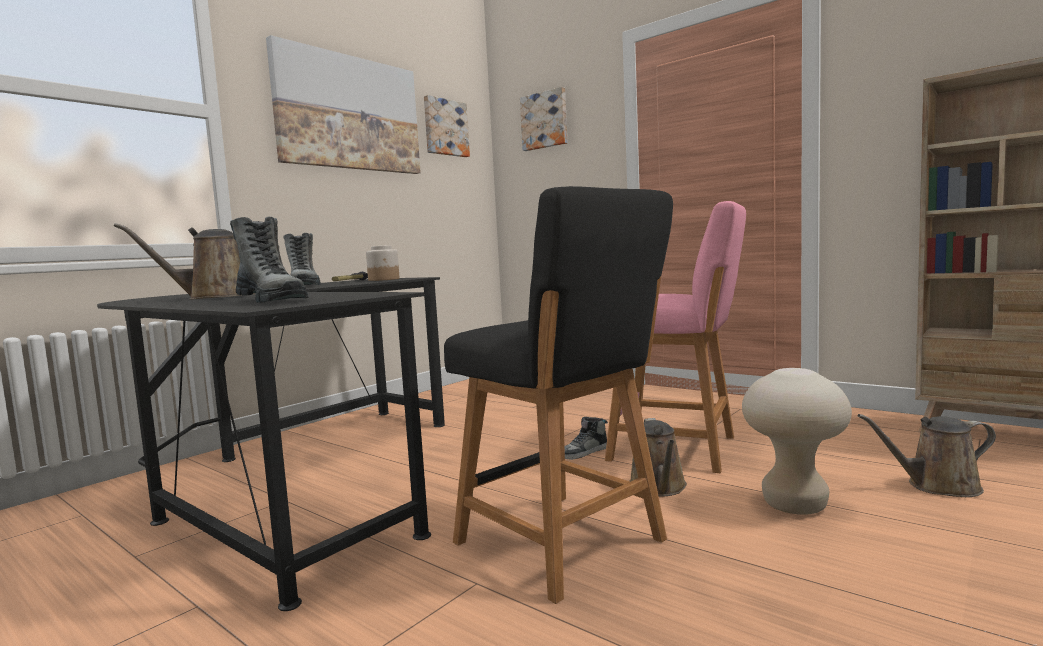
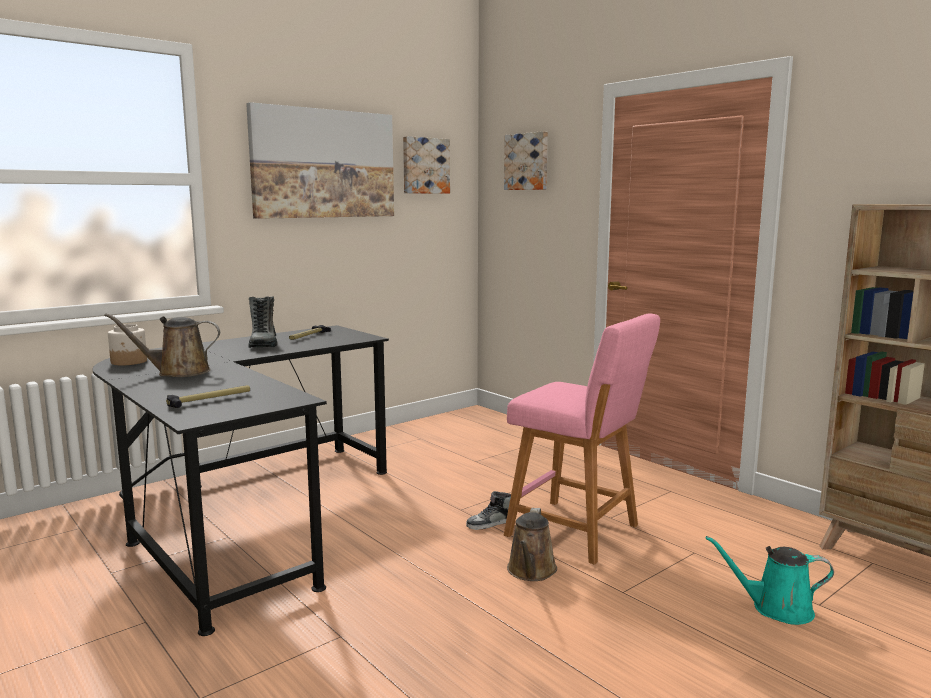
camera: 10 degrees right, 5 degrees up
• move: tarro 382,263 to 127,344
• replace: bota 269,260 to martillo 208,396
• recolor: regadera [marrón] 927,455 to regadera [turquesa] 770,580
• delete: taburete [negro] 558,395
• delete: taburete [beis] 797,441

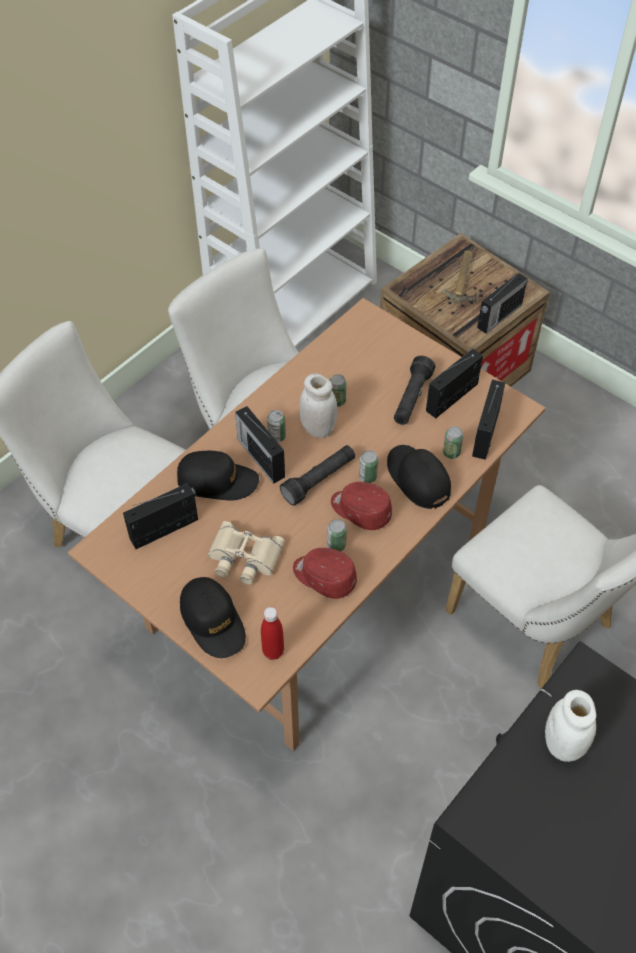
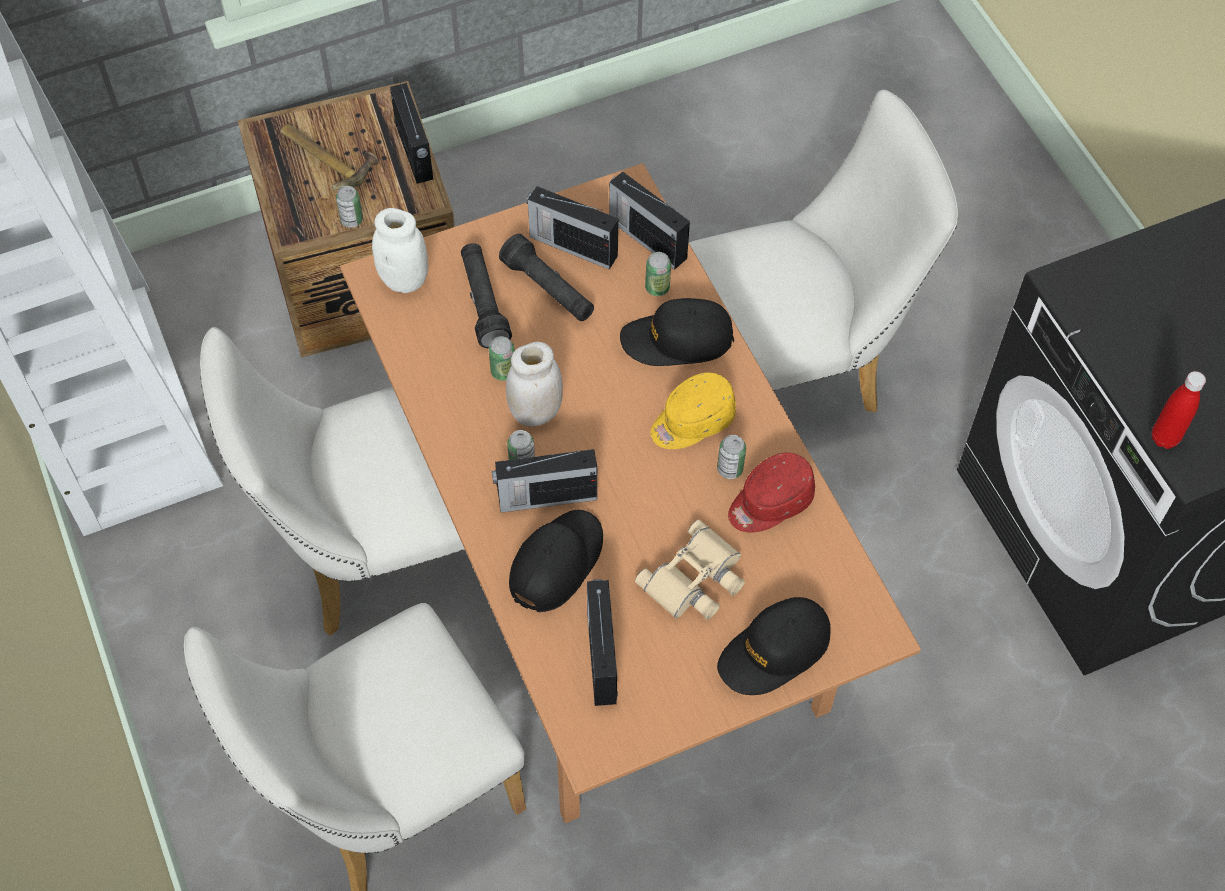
camera: 65 degrees left, 5 degrees up
• move: lata 368,466 to 349,207
• move: tarro [blanco] 570,726 to 400,250
• move: linterna [negro] 317,475 to 486,295
• rotate: radio 454,383 = 572,228 45 degrees counterclockwise
• recolor: gorra [rojo] 361,506 to gorra [amarillo] 693,410
• rotate: gorra [negro] 213,617 = 774,646 150 degrees clockwise
• move: botella [rojo] 272,633 to 1179,410

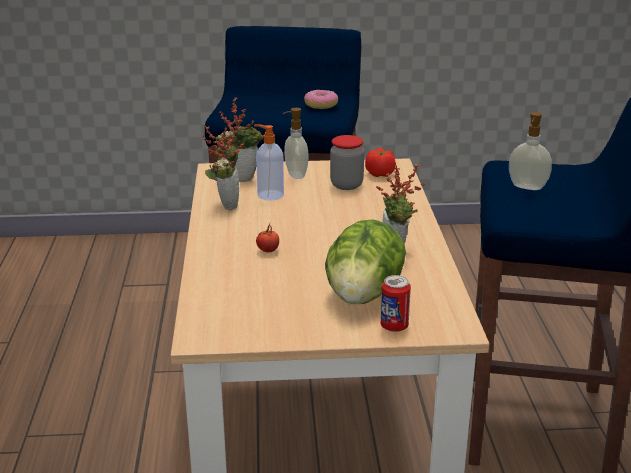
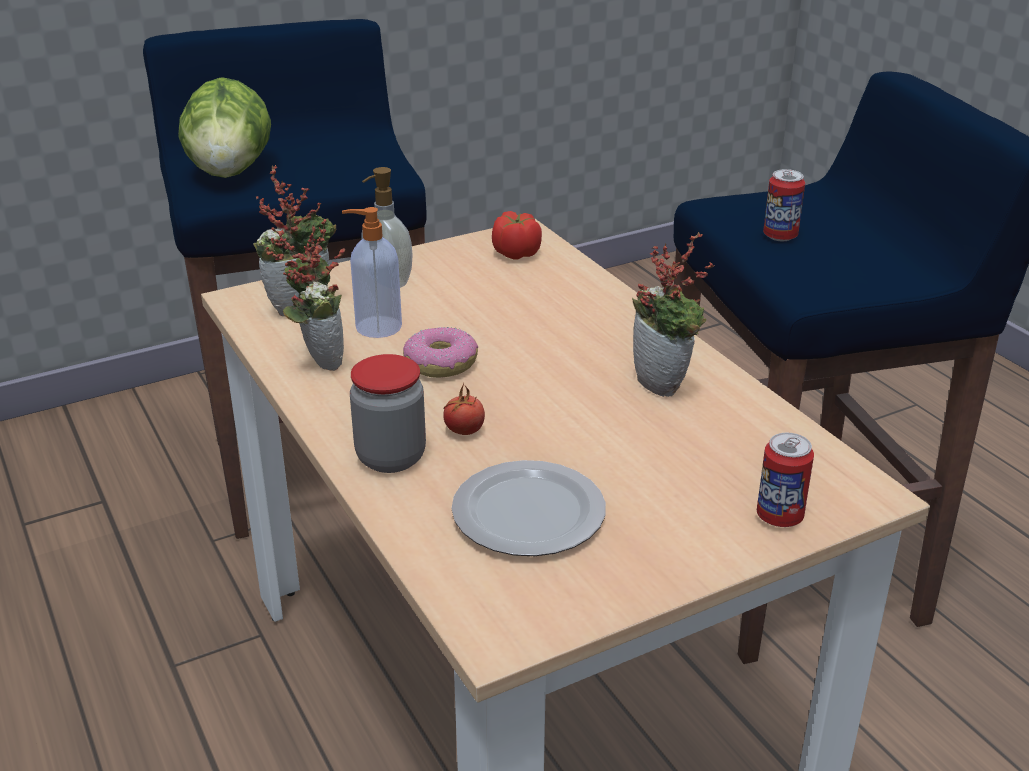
camera: 25 degrees left, 5 degrees up
• move: lechuga 365,261 to 224,127
• move: tarro 347,162 to 388,413
• move: rosquilla 321,99 to 440,352
• insert: plato 528,508
• replace: dispensador de jabón 530,151 to lata 784,205

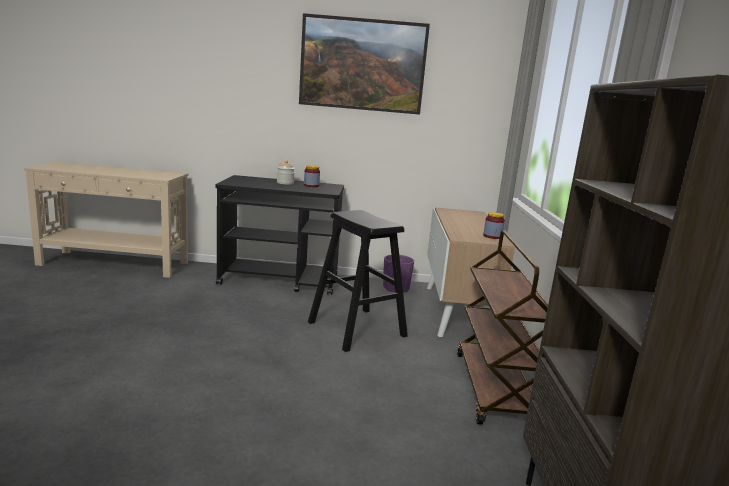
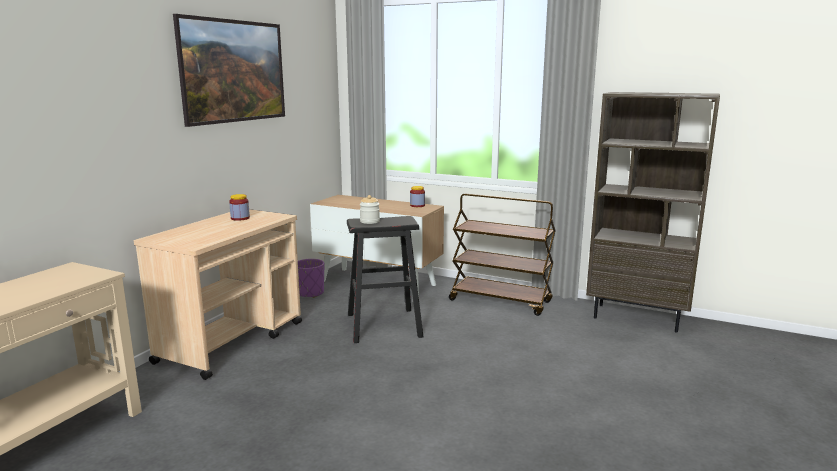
camera: 65 degrees left, 0 degrees up
• recolor: carrito [negro] 280,235 to carrito [beis] 218,294
• move: tarro 286,172 to 370,209

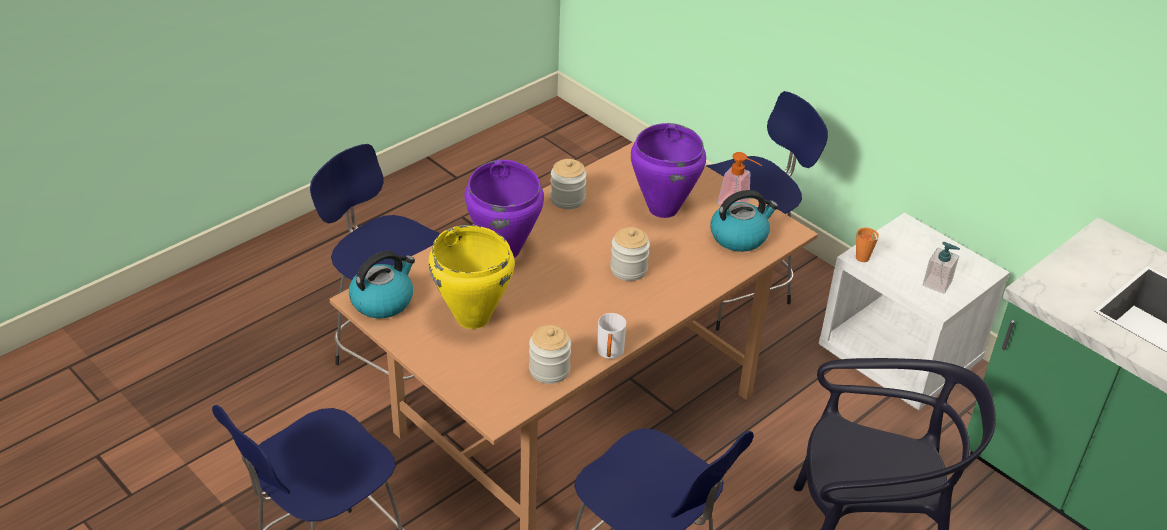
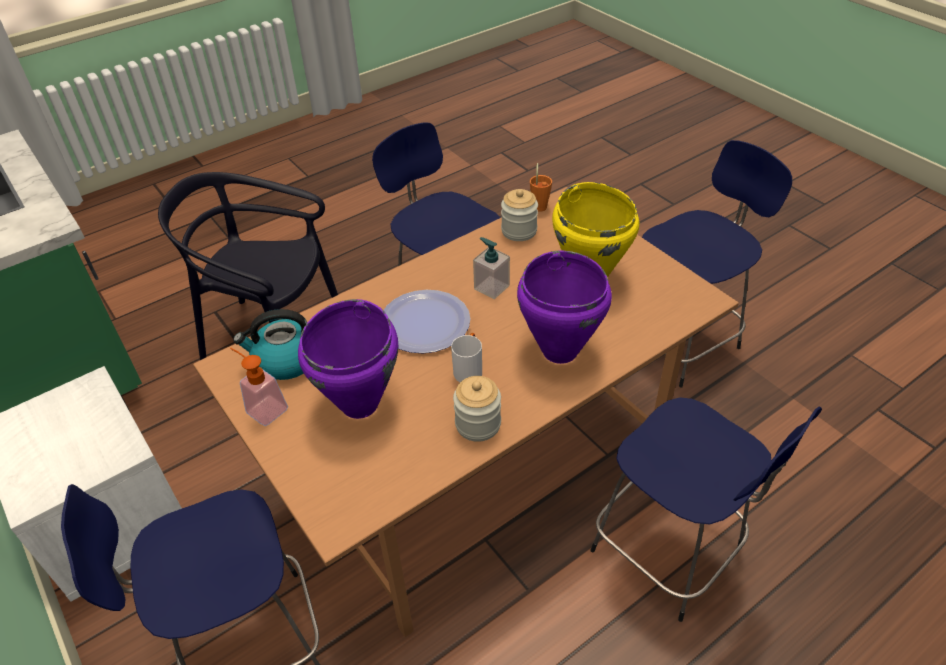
camera: 170 degrees left, 5 degrees up
• replace: tarro 630,254 to plato 426,321
• move: taza grande [blanco] 611,336 to 466,357
• move: dispensador de jabón 941,268 to 491,268
• move: taza [naranja] 867,244 to 541,187
• delete: hervidor 382,284

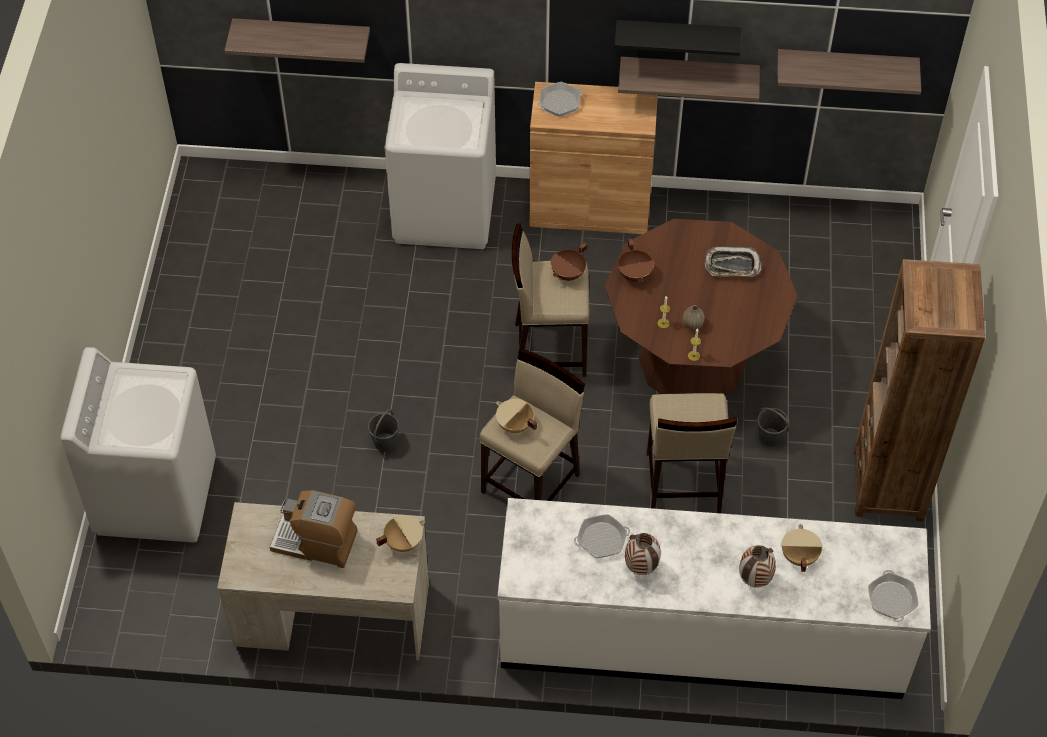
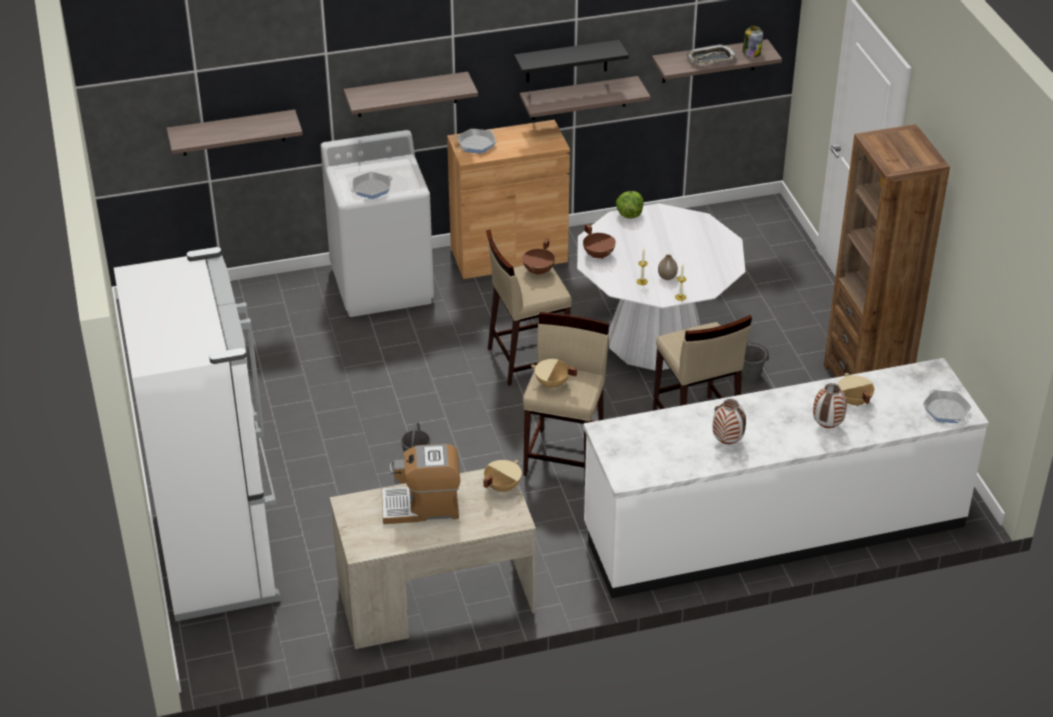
camera: 20 degrees left, 15 degrees down
• replace: lavadora [blanco] 138,445 to nevera [blanco] 197,434
• insert: estante 411,94
• move: sartén 602,536 to 371,185
• recolor: mesa de comedor [marrón] 701,307 to mesa de comedor [blanco] 661,286
• insert: lechuga 629,205
• move: bandeja 732,261 to 712,54
• insert: tarro 752,41

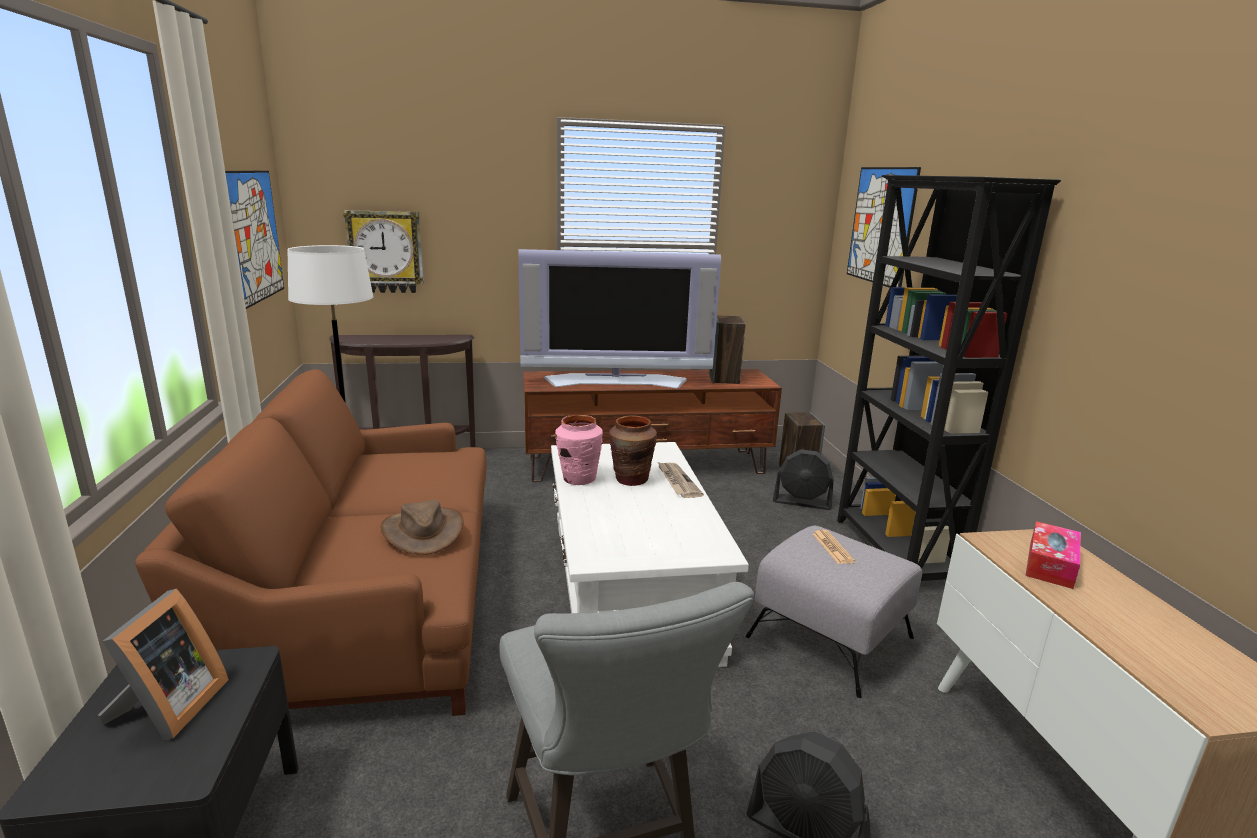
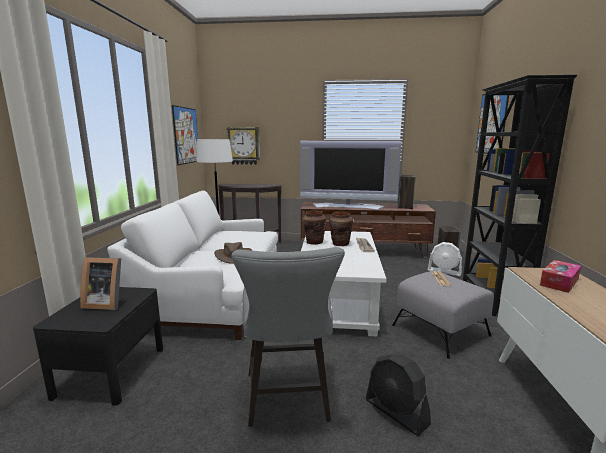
camera: 15 degrees right, 5 degrees down
• rotate: portarretratos 163,664 = 100,283 75 degrees clockwise
• recolor: sofá [marrón] 310,542 to sofá [blanco] 192,265
• recolor: florero [rosa] 579,450 to florero [marrón] 314,228
• recolor: ventilador [negro] 803,479 to ventilador [blanco] 445,259

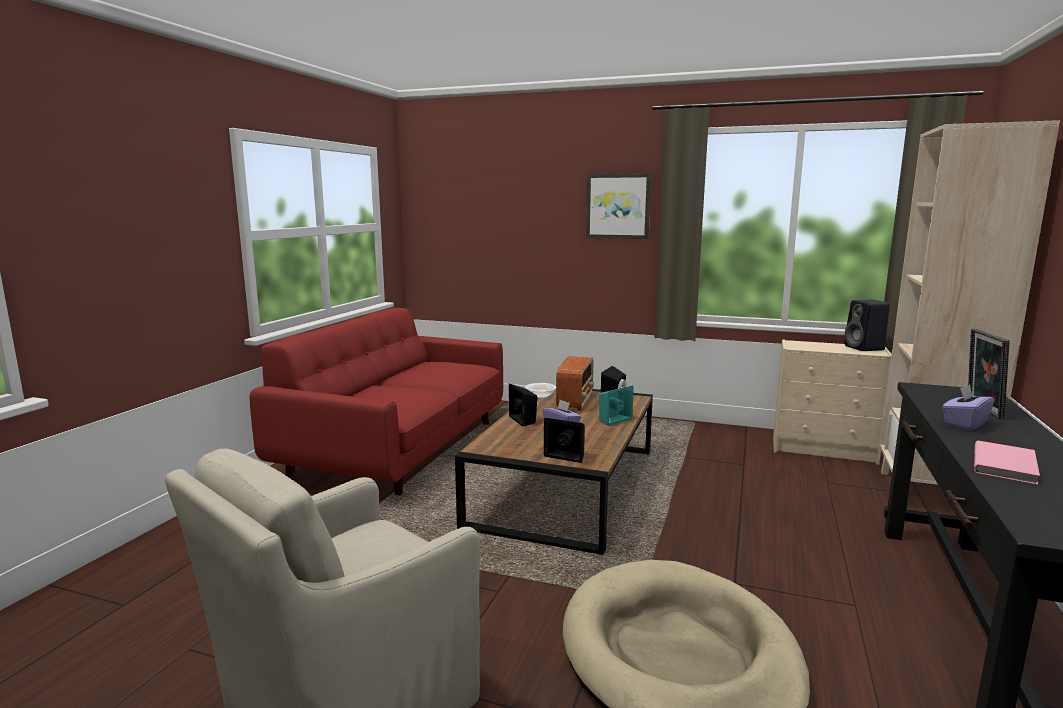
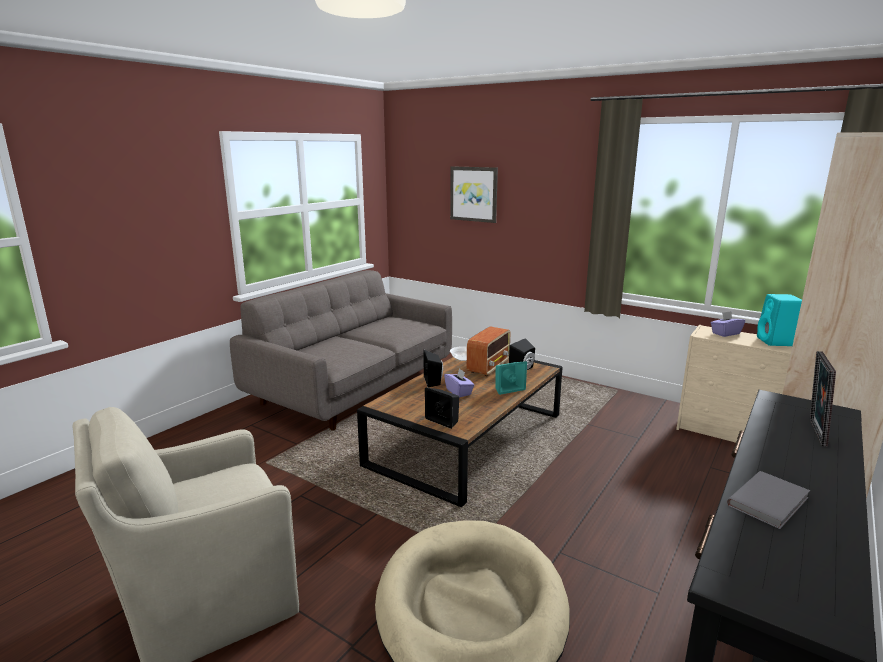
camera: 15 degrees right, 5 degrees up
• recolor: sofá [rojo] 376,402 to sofá [gris] 341,350
• move: cuadro 618,206 to 474,194
• move: caja de pañuelos [morado] 968,407 to 728,324
• recolor: libro [rosa] 1007,463 to libro [gris] 768,500
• recolor: altavoz [negro] 867,325 to altavoz [turquesa] 779,320

